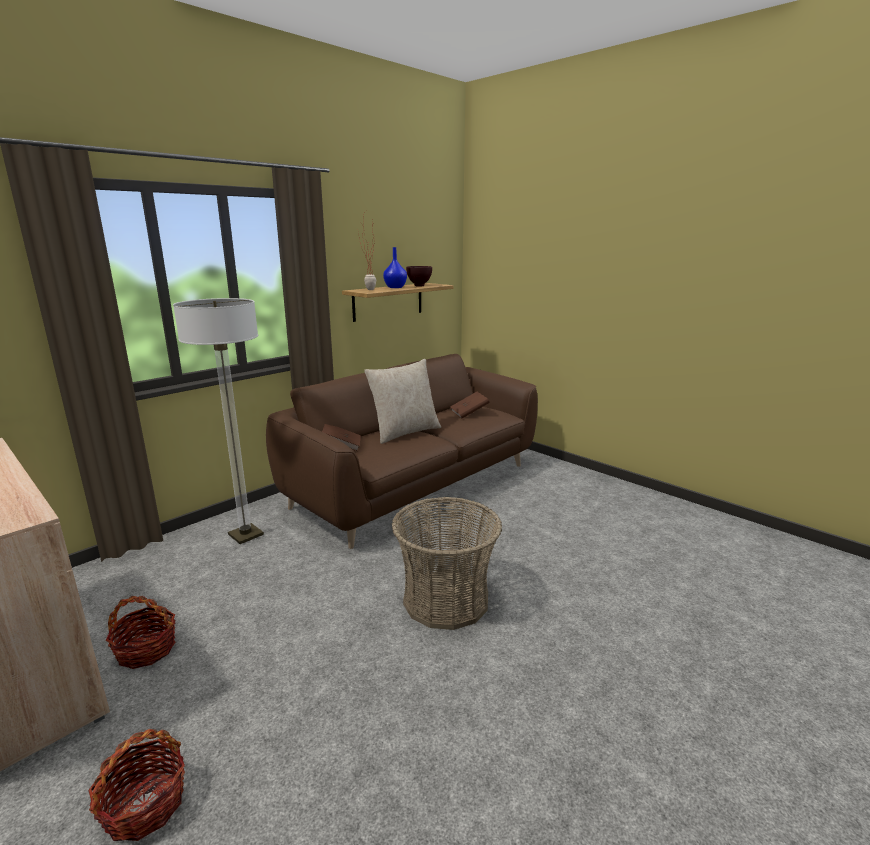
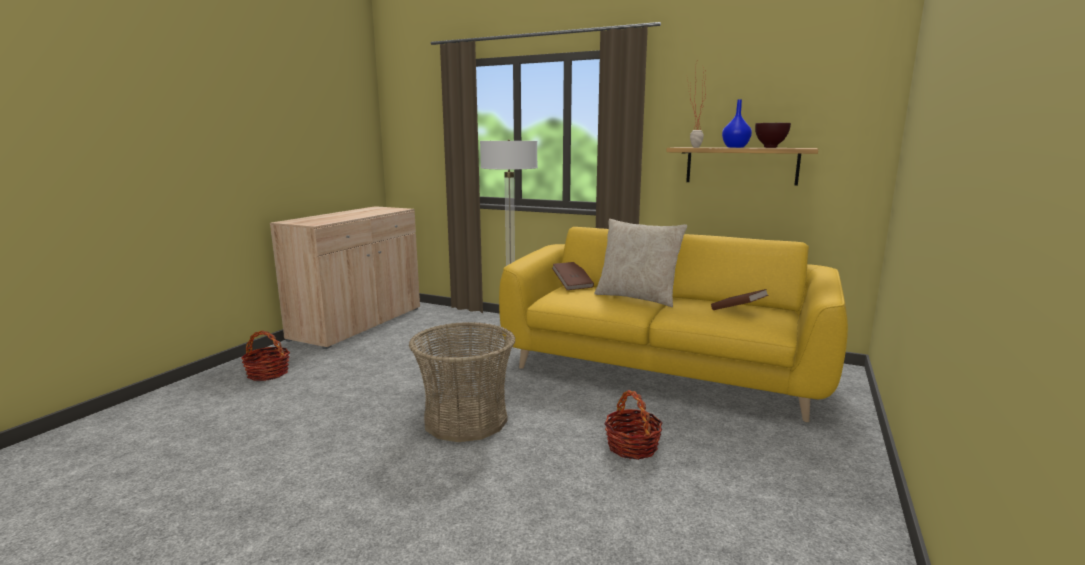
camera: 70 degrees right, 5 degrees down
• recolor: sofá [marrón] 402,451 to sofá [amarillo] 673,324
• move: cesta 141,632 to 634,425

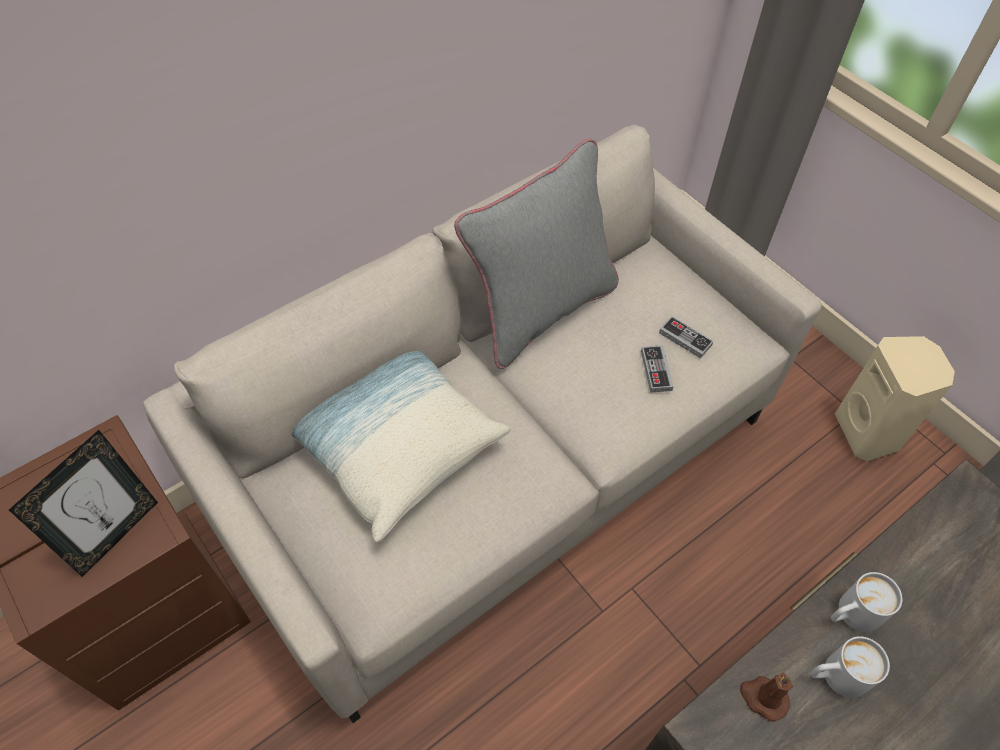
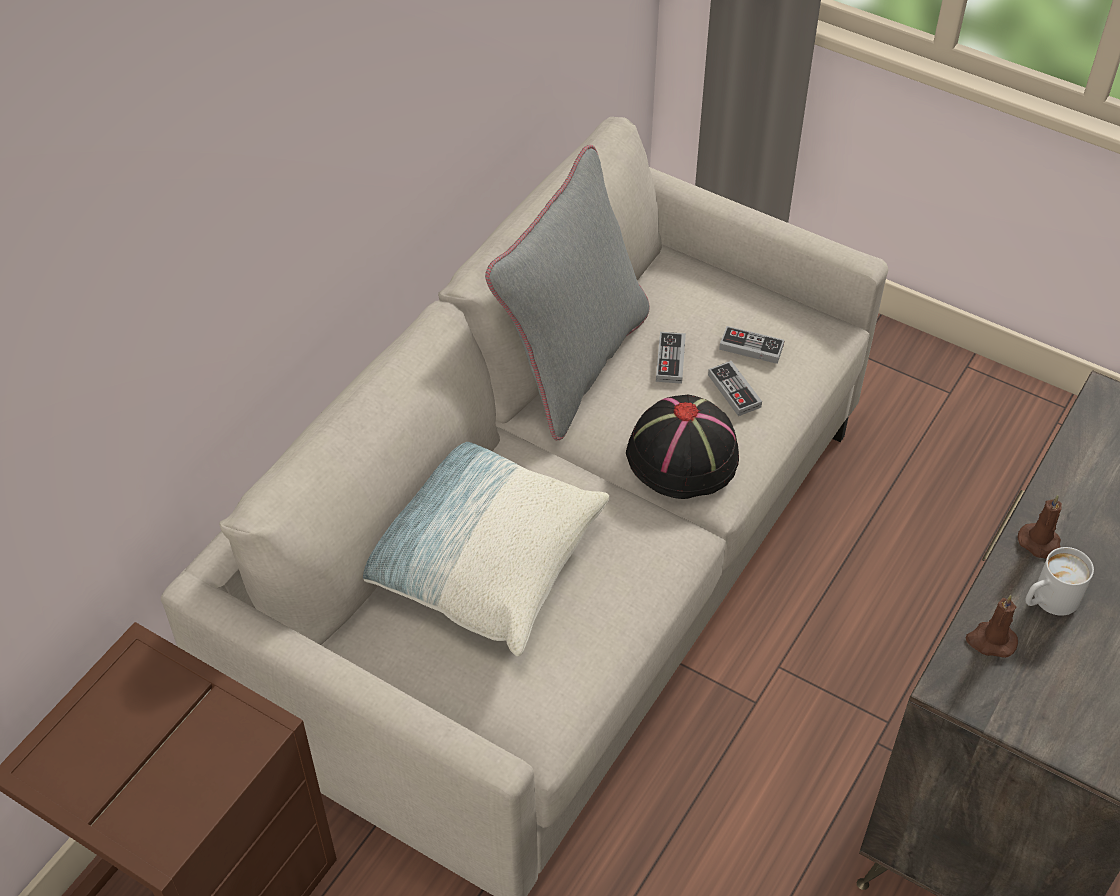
camera: 20 degrees left, 5 degrees down
• insert: sombrero [negro] 682,446
• insert: mando de consola 671,358
• replace: taza grande [blanco] 866,602 to vela [marrón] 1040,527
• delete: portarretratos 83,503
• delete: altavoz [beis] 895,398

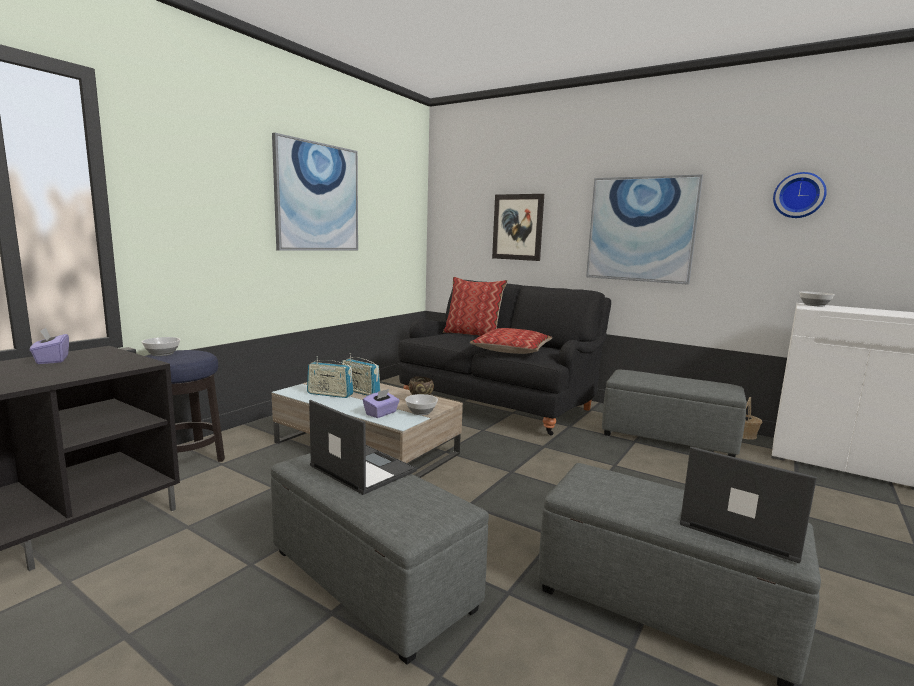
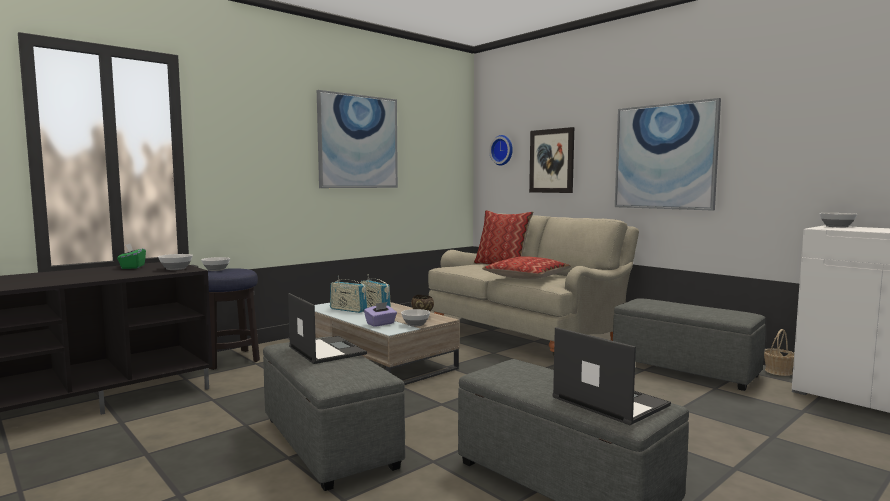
camera: 15 degrees right, 5 degrees down
• recolor: caja de pañuelos [morado] 49,345 to caja de pañuelos [verde] 131,256
• insert: cuenco 175,262
• recolor: sofá [negro] 504,358 to sofá [beis] 533,284
• move: reloj de pared 800,195 to 501,150

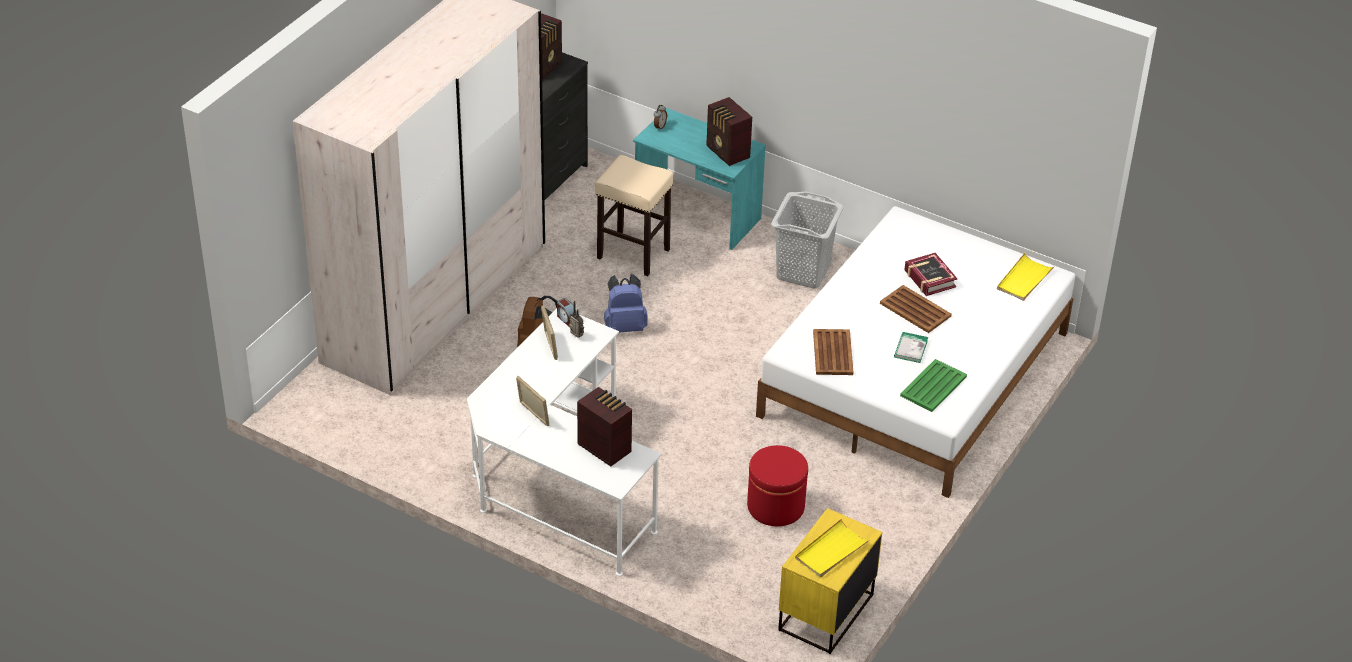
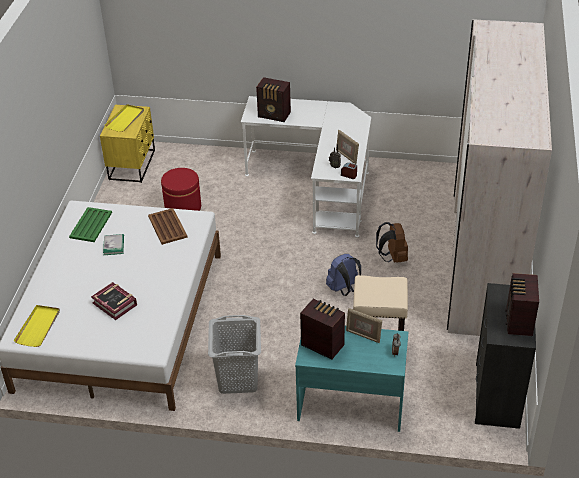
camera: 160 degrees right, 0 degrees up
• move: portarretratos 532,400 to 364,325
• delete: bandeja [marrón] 916,309

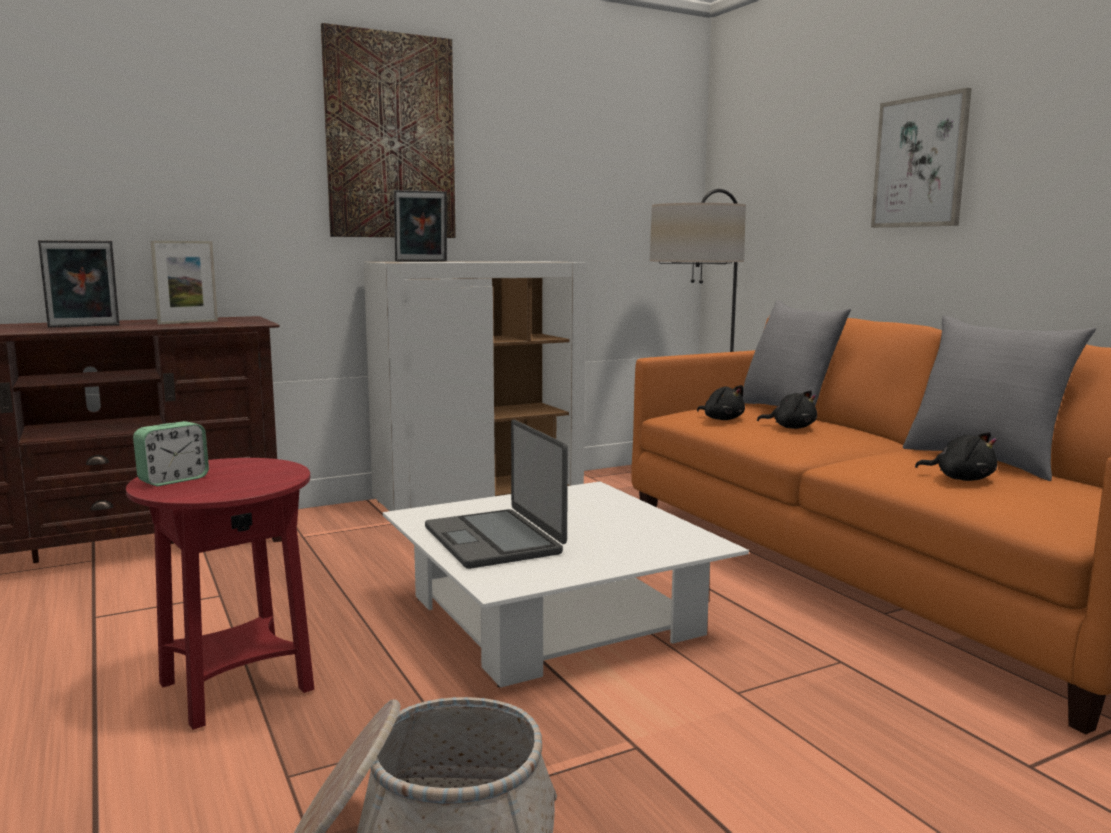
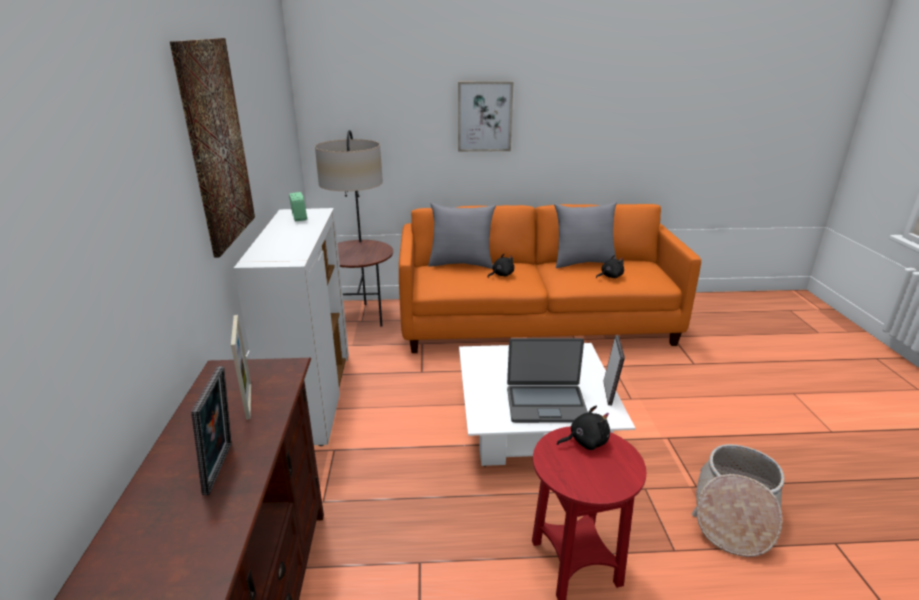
camera: 65 degrees left, 15 degrees up
• move: despertador 171,453 to 298,206
• move: peluche [negro] 721,402 to 583,428
• move: portarretratos 420,225 to 614,370

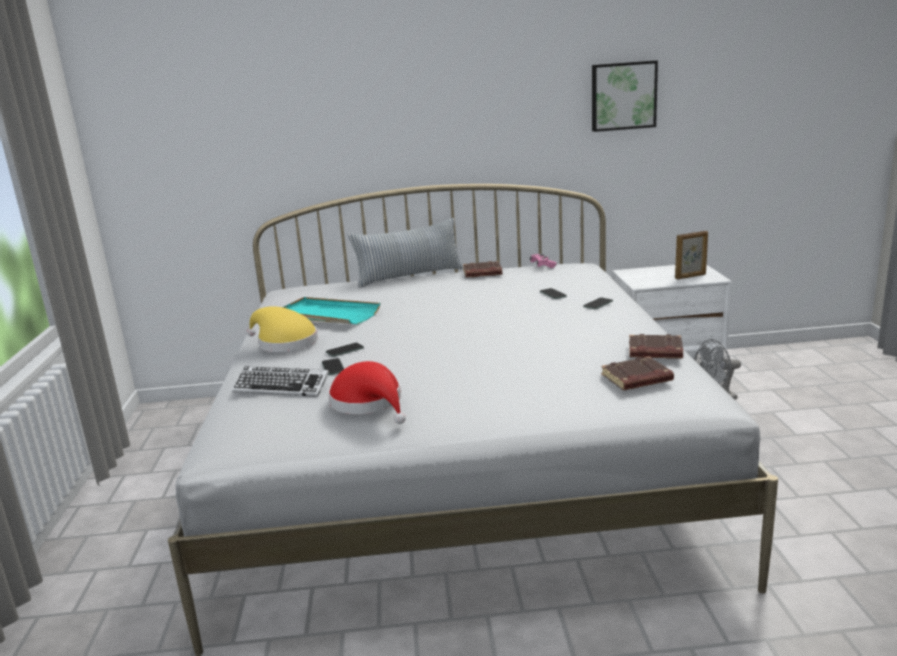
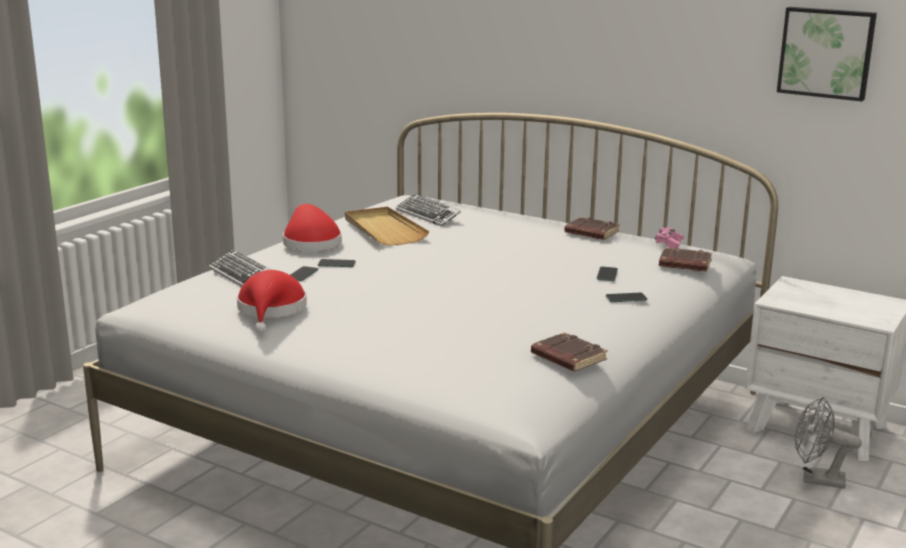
camera: 35 degrees right, 0 degrees up
• recolor: sombrero [amarillo] 282,329 to sombrero [rojo] 312,227
• recolor: bandeja [turquesa] 331,310 to bandeja [beis] 387,226
• insert: teclado 428,210
• move: libro [marrón] 637,373 to 685,259
• delete: cojín 405,253
• delete: portarretratos 691,255

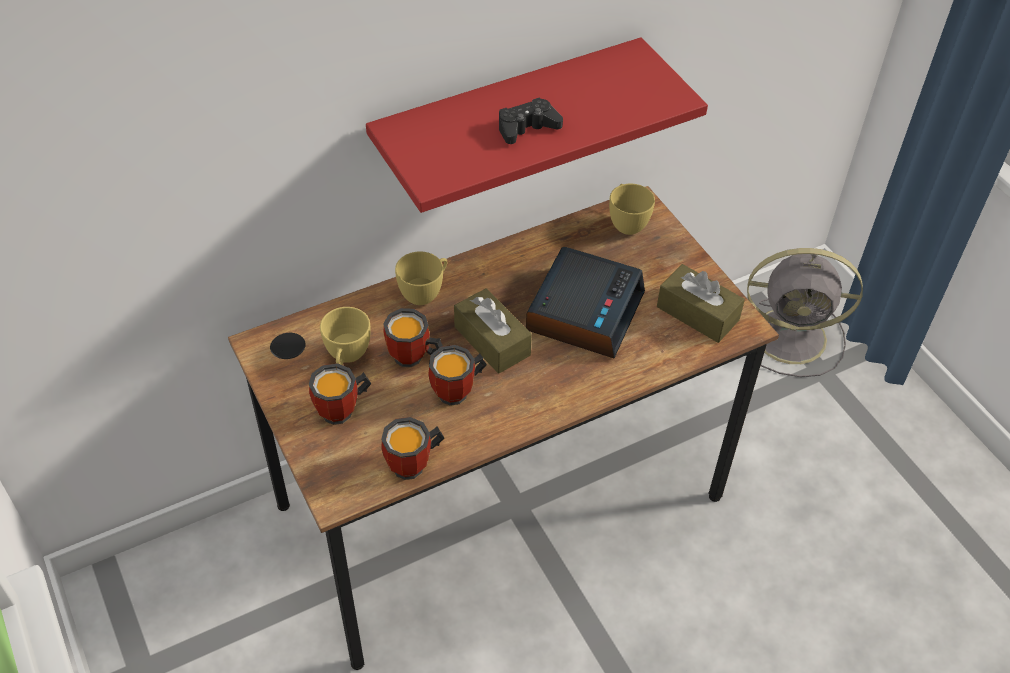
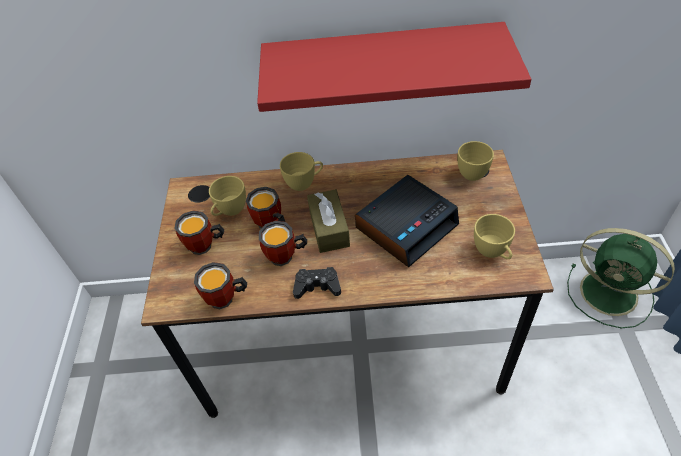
camera: 30 degrees right, 0 degrees up
• move: mando de consola [negro] 531,121 to 317,283
• replace: caja de pañuelos [marrón] 701,303 to taza [amarillo] 494,236
• recolor: ventilador [gris] 805,312 to ventilador [verde] 621,278

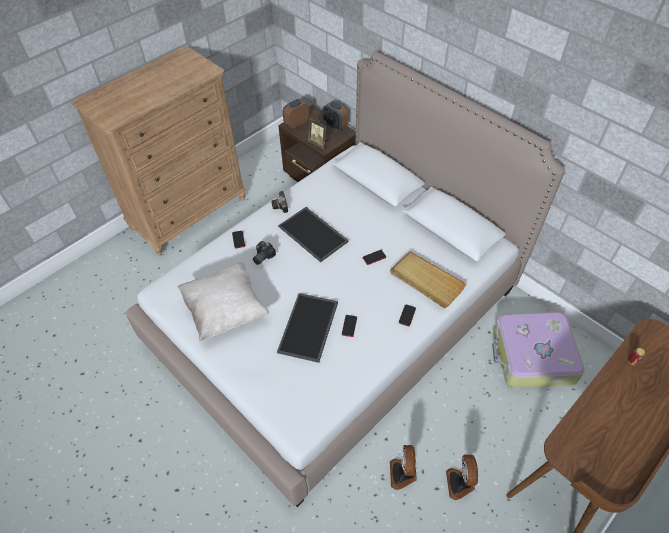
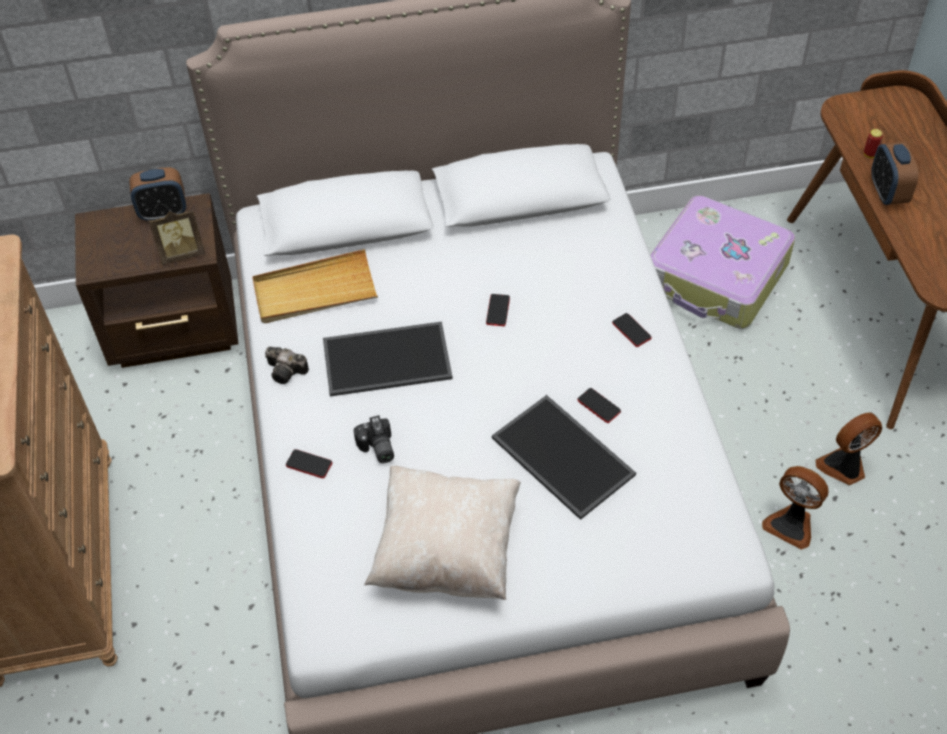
camera: 55 degrees left, 0 degrees up
• move: bandeja [beis] 428,280 to 315,286
• rotate: ventilador 462,477 = 849,448 120 degrees clockwise
• move: despertador 296,114 to 894,173

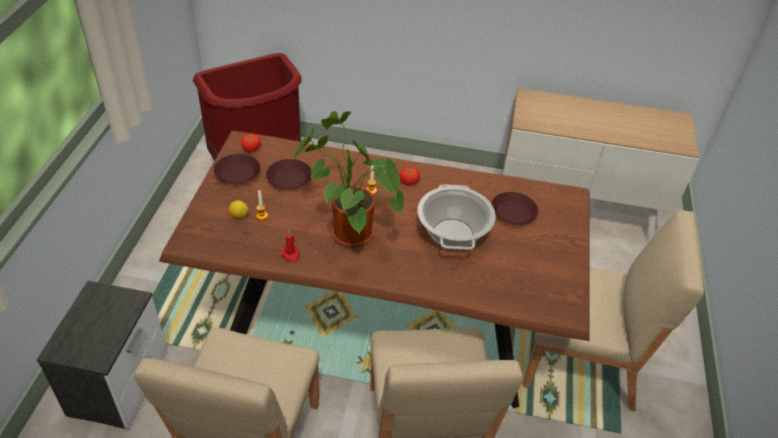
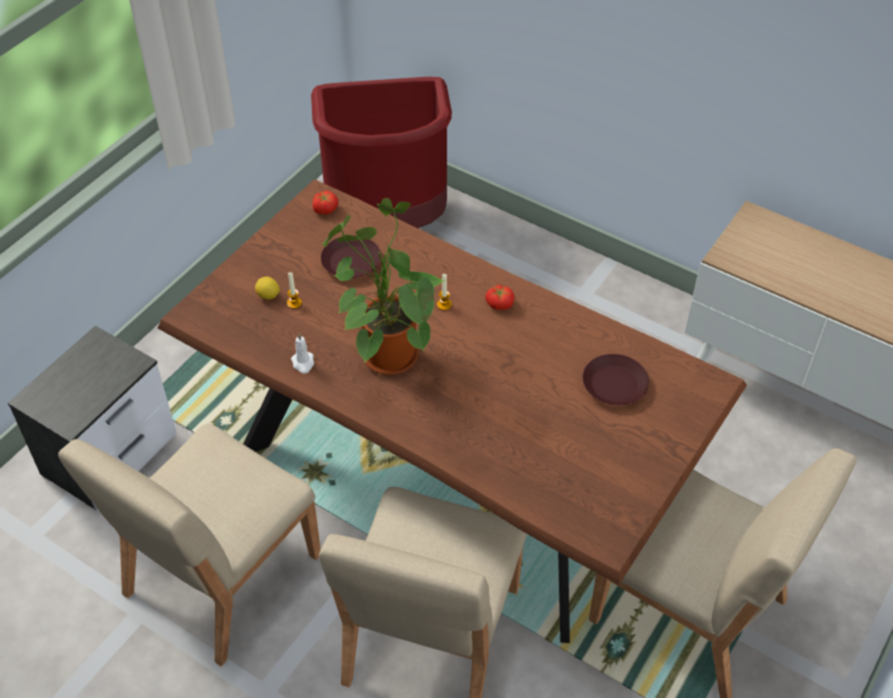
camera: 25 degrees right, 5 degrees up
• recolor: vela [rojo] 290,246 to vela [blanco] 302,353
• delete: plato [marrón] 237,169
• delete: olla 456,217

